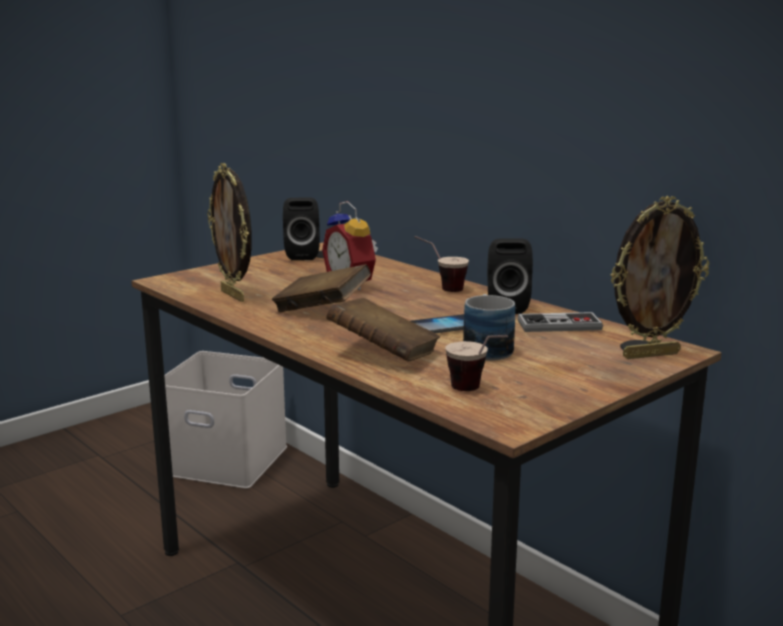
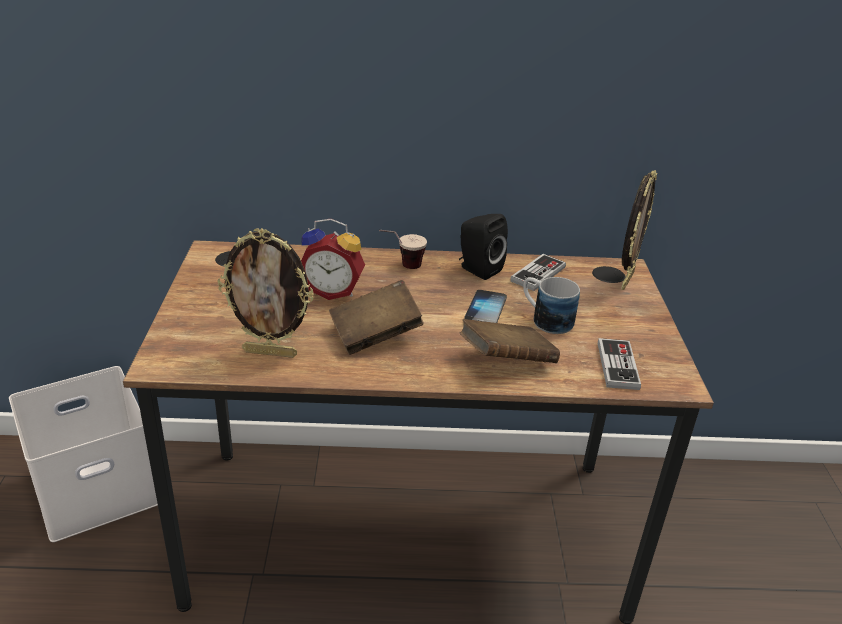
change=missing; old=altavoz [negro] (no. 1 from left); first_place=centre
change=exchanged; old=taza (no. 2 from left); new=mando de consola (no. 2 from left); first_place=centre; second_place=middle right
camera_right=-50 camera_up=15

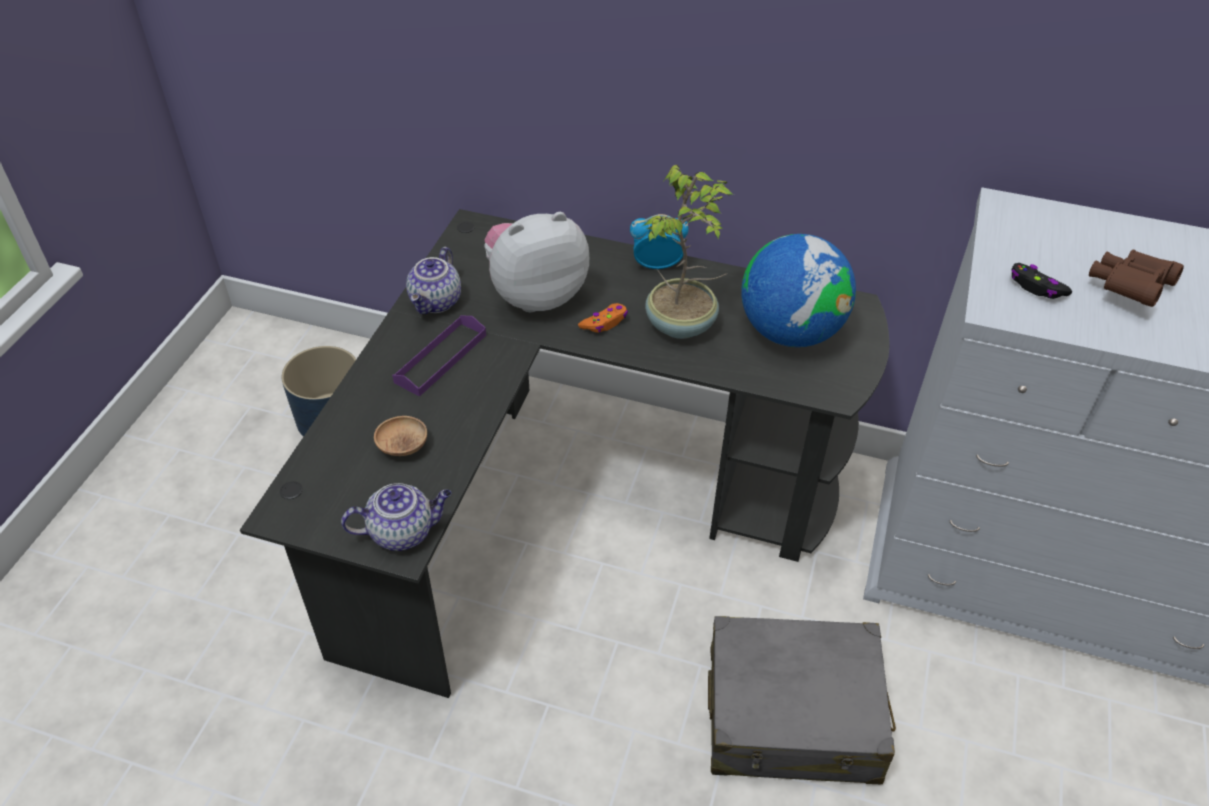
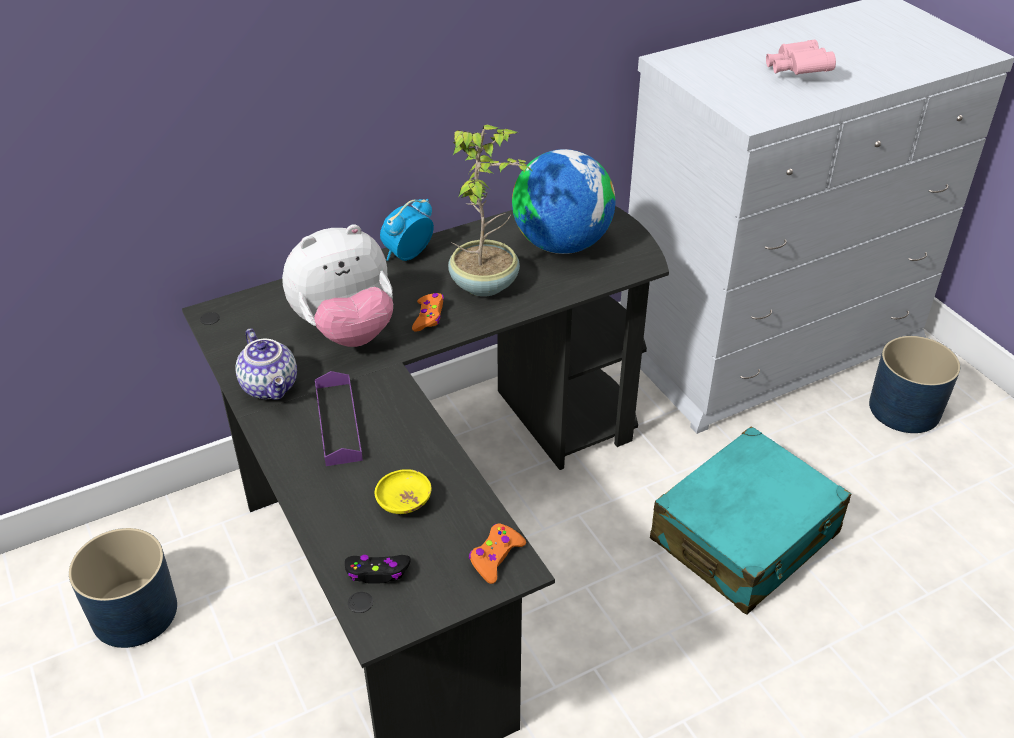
change=spun; old=peluche; first_place=top centre; second_place=middle left; degrees=-135
change=colour; old=prismáticos [marrón]; new=prismáticos [rosa]; first_place=middle right; second_place=top right
change=relocated; old=mando de consola [negro]; first_place=middle right; second_place=bottom centre
change=colour; old=cuenco [marrón]; new=cuenco [amarillo]; first_place=middle left; second_place=centre
change=exchanged; old=tetera (no. 1 from left); new=mando de consola [naranja] (no. 2 from left); first_place=middle left; second_place=bottom centre
change=colour; old=maleta [gris]; new=maleta [turquesa]; first_place=bottom centre; second_place=bottom right
change=appeared; new=maceta [azul] (no. 2 from left); second_place=middle right
camera_right=-45 camera_up=-5

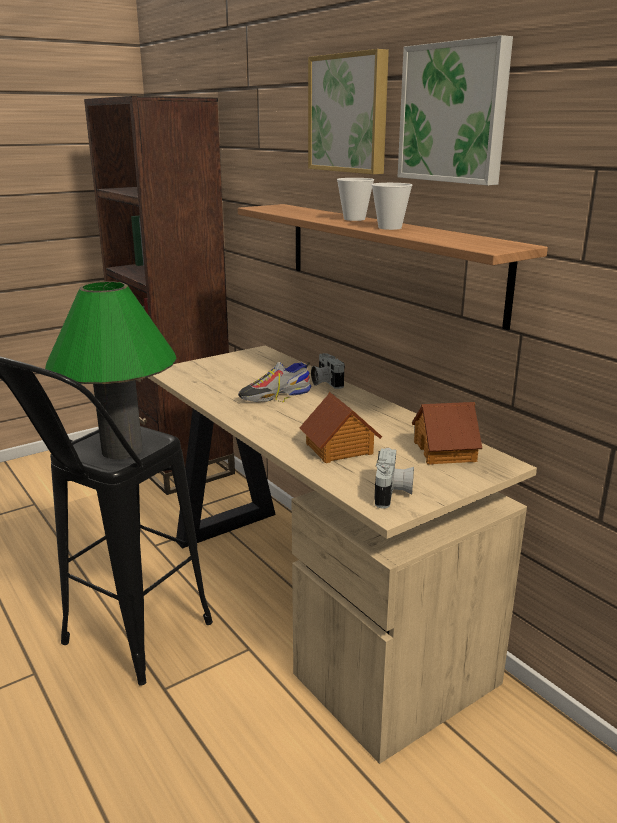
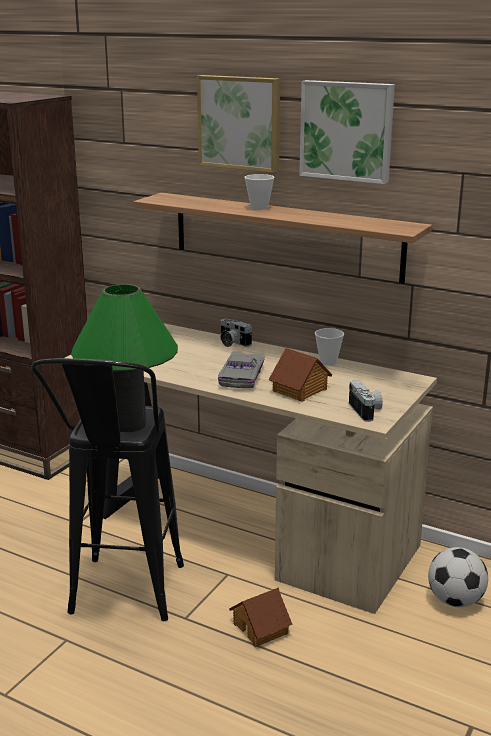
change=relocated; old=taza (no. 2 from left); first_place=top centre; second_place=middle right
change=missing; old=zapato; first_place=centre
change=relocated; old=casita (no. 2 from left in the first image); new=casita (no. 1 from left); first_place=middle right; second_place=bottom centre
change=appeared; new=coche de juguete [gris]; second_place=centre
change=appeared; new=balón de fútbol; second_place=bottom right
camera_right=-25 camera_up=0

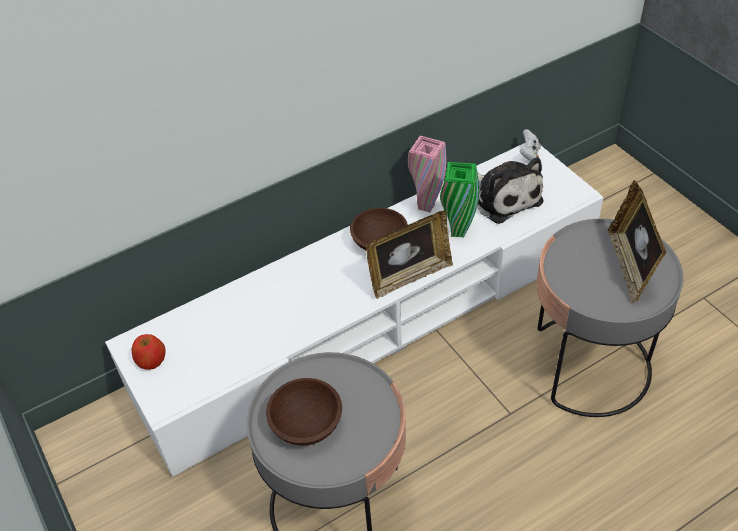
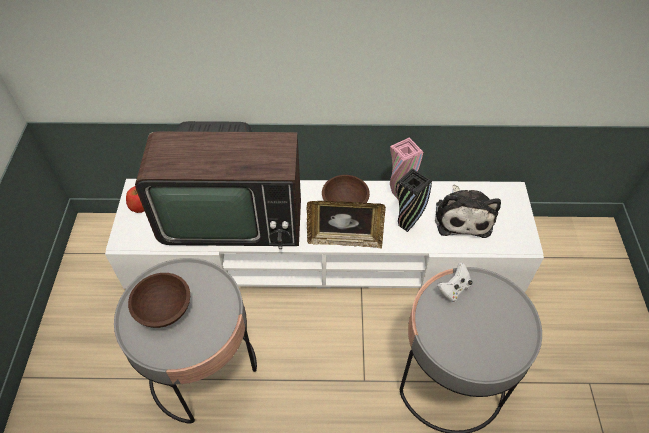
change=relocated; old=mando de consola [blanco]; first_place=top right; second_place=middle right
change=colour; old=florero [verde]; new=florero [negro]; first_place=centre; second_place=centre
change=missing; old=portarretratos (no. 2 from left); first_place=middle right
change=appeared; new=televisor; second_place=centre
camera_right=30 camera_up=5

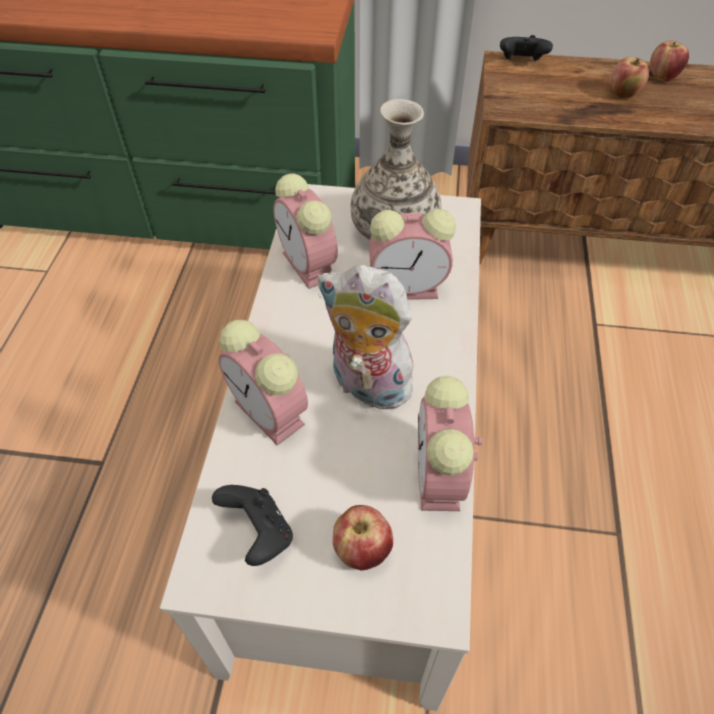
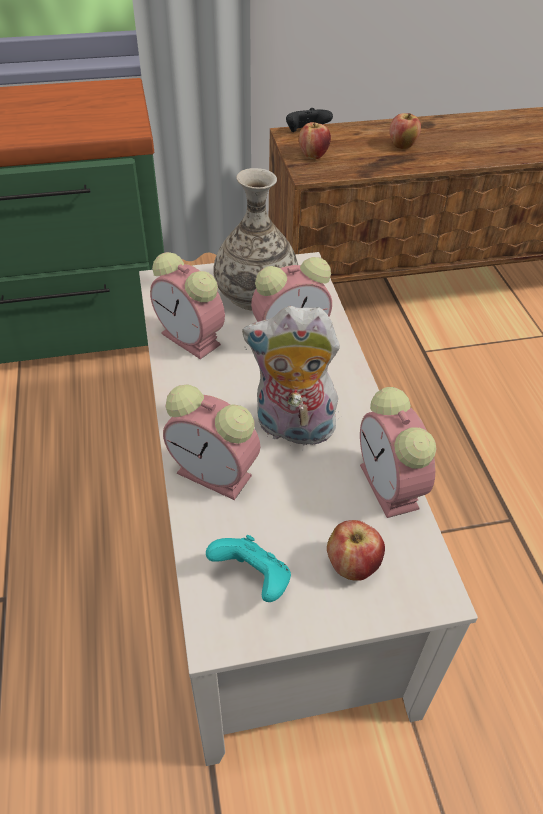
change=relocated; old=manzana (no. 3 from left in the first image); new=manzana (no. 1 from left); first_place=top right; second_place=top centre
change=colour; old=mando de consola [negro] (no. 1 from left); new=mando de consola [turquesa]; first_place=bottom centre; second_place=bottom centre
camera_right=-20 camera_up=-5

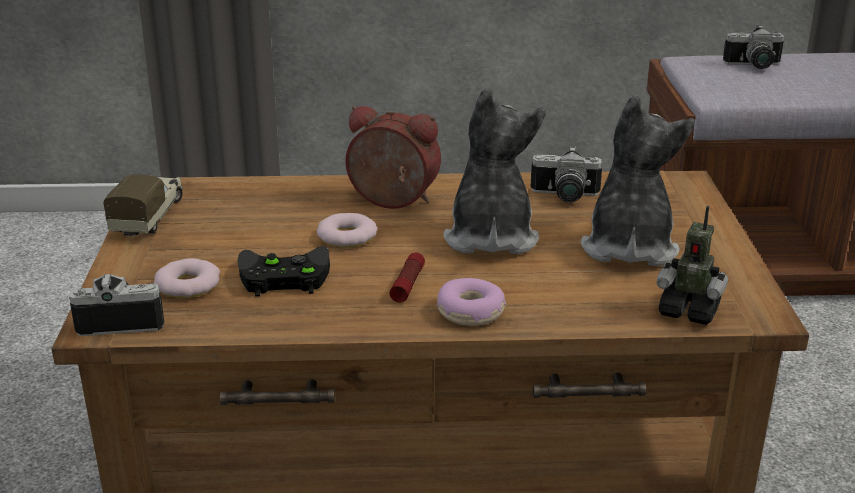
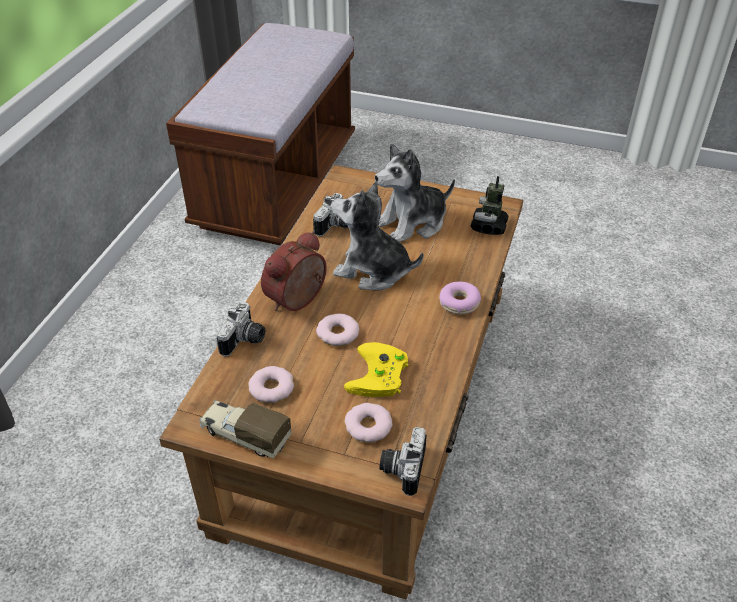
change=relocated; old=cámara (no. 3 from left in the first image); new=cámara (no. 1 from left); first_place=top right; second_place=middle left
change=spun; old=peluche (no. 2 from left); first_place=middle right; second_place=top centre; degrees=-60
change=spun; old=robot de juguete; first_place=middle right; second_place=centre; degrees=150
change=colour; old=mando de consola [negro]; new=mando de consola [amarillo]; first_place=middle left; second_place=centre
change=missing; old=linterna; first_place=centre
change=appeared; new=rosquilla (no. 1 from left); second_place=centre
camera_right=-70 camera_up=15

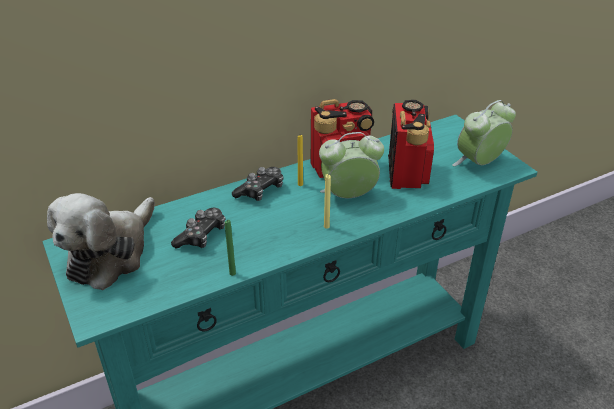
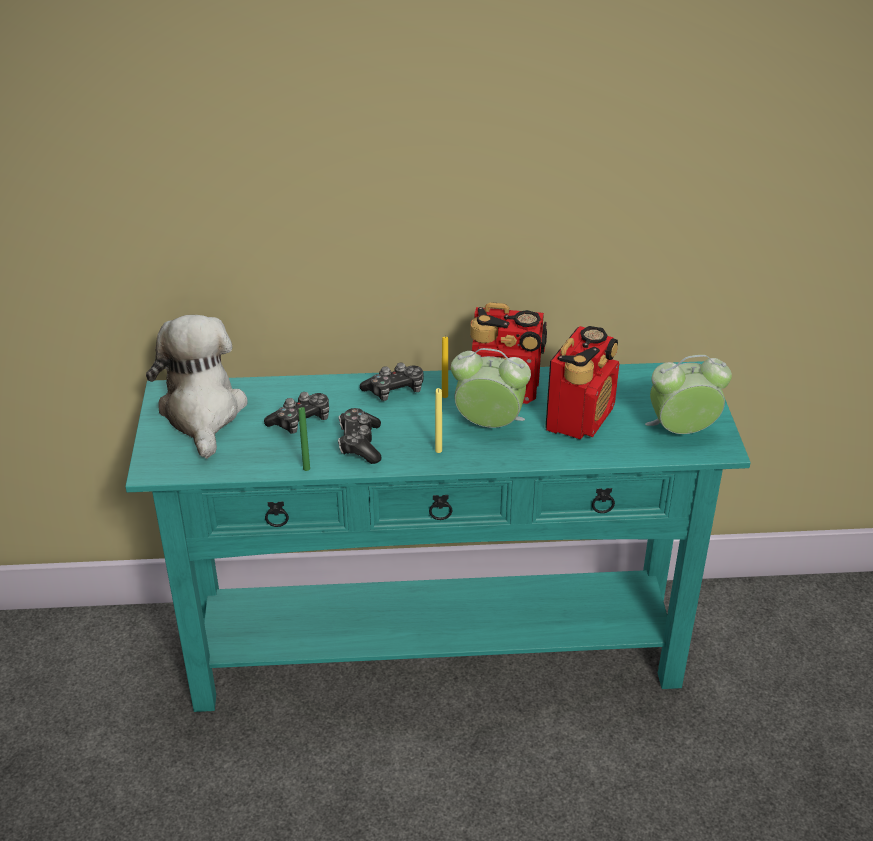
change=spun; old=peluche; first_place=middle left; second_place=middle left; degrees=120
change=appeared; new=mando de consola (no. 2 from left); second_place=centre
camera_right=25 camera_up=0

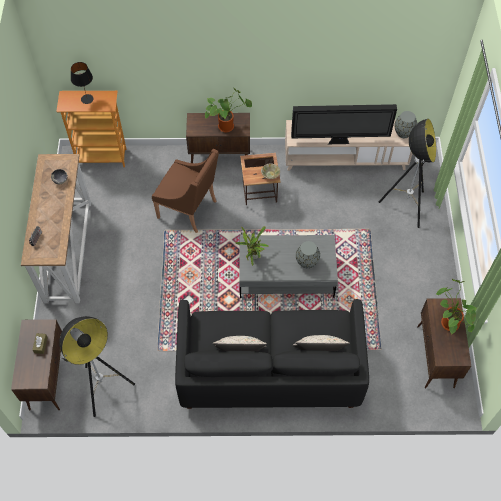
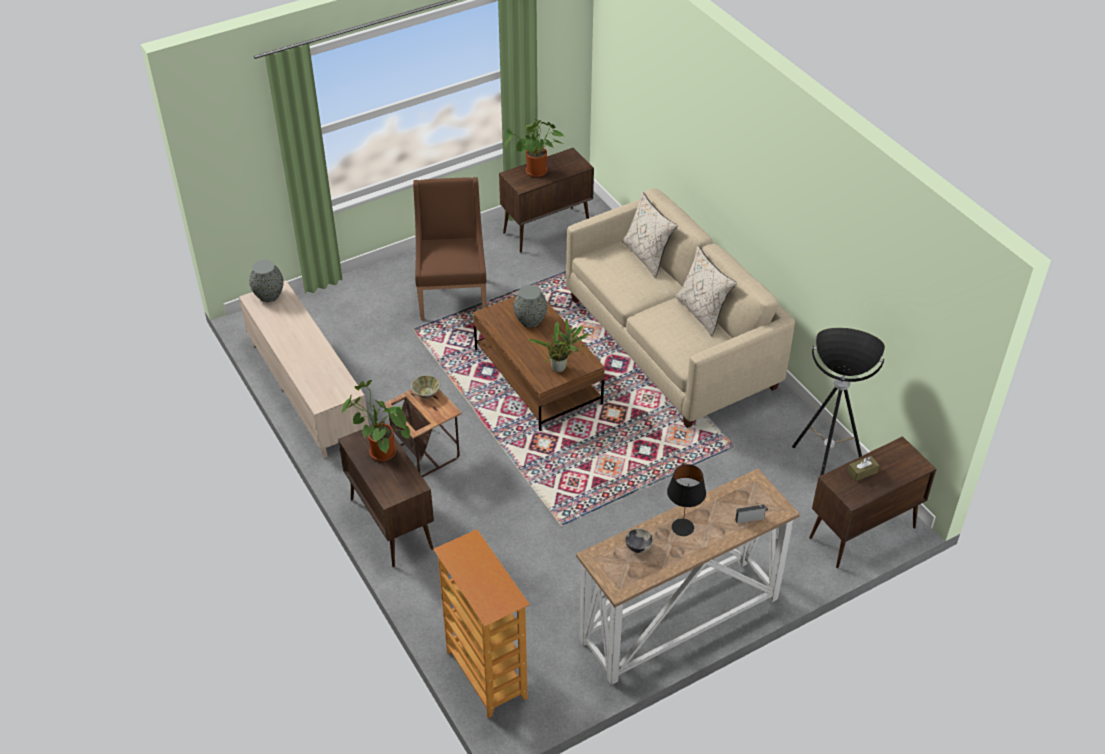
change=relocated; old=lámpara de mesa [negro]; first_place=top left; second_place=centre
change=missing; old=televisor; first_place=top right
change=missing; old=lámpara de pie (no. 2 from left); first_place=middle right
change=relocated; old=sillón [marrón]; first_place=centre; second_place=top centre
change=colour; old=mesa de centro [gris]; new=mesa de centro [marrón]; first_place=centre; second_place=centre
change=colour; old=sofá [negro]; new=sofá [beis]; first_place=bottom centre; second_place=centre
camera_right=-120 camera_up=-15

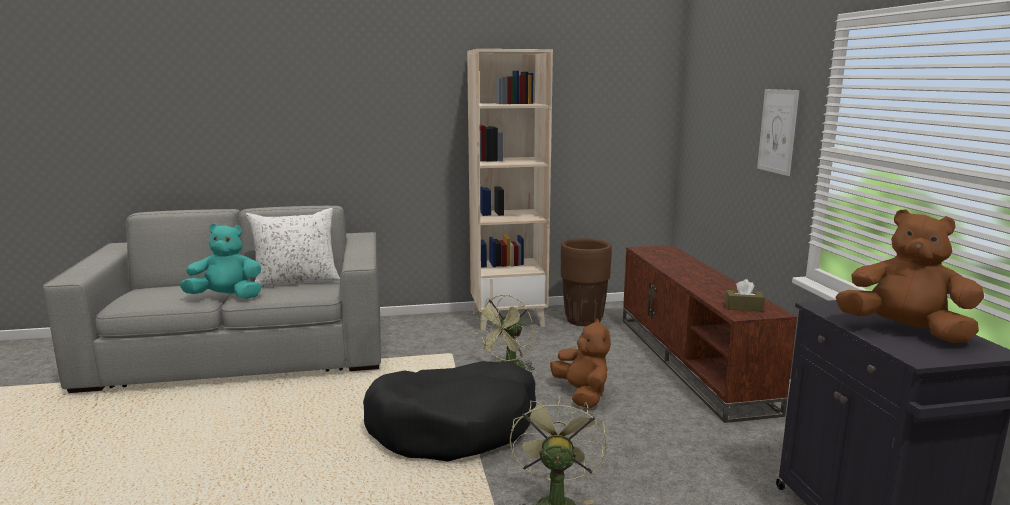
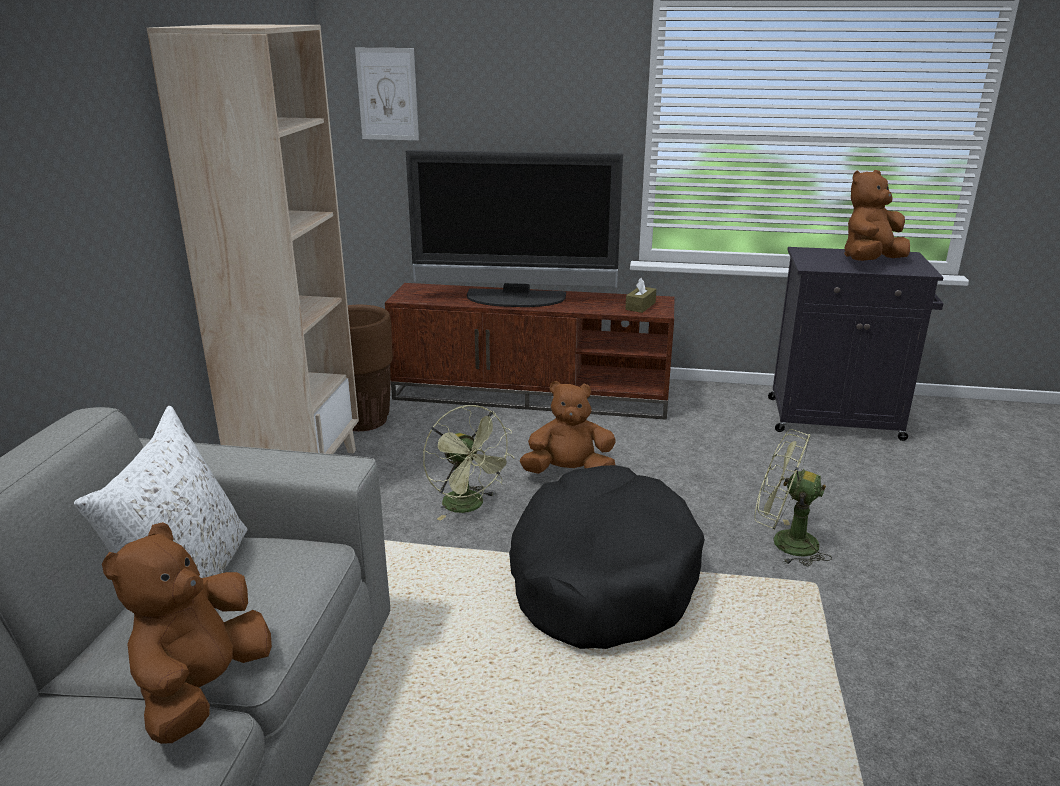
change=relocated; old=cuadro; first_place=top right; second_place=top centre
change=colour; old=peluche [turquesa]; new=peluche [marrón] (no. 1 from left); first_place=middle left; second_place=bottom left
change=appeared; new=televisor; second_place=top centre
camera_right=-70 camera_up=10

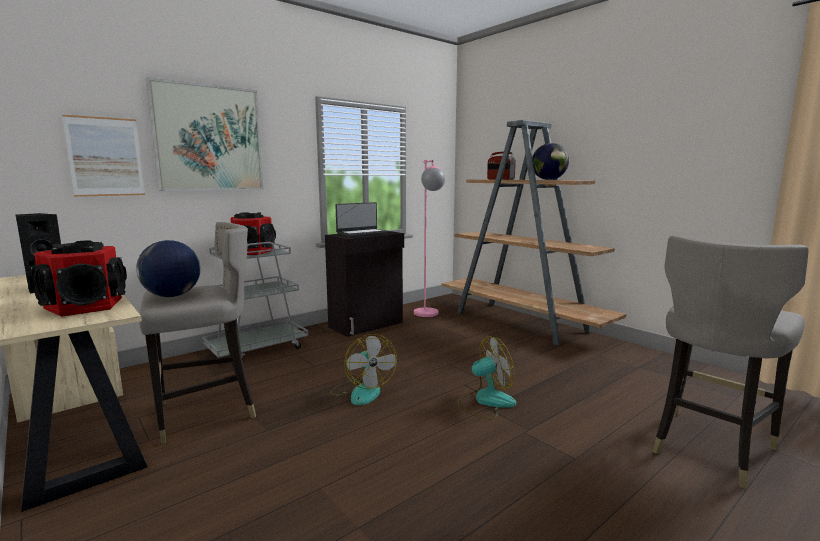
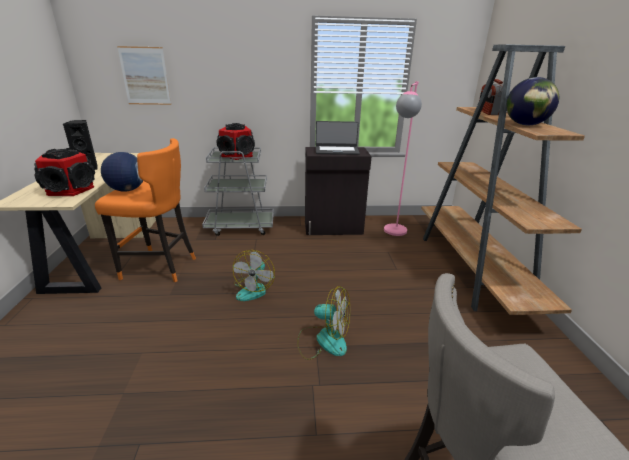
change=missing; old=cuadro (no. 2 from left); first_place=top left
change=colour; old=taburete [gris] (no. 1 from left); new=taburete [naranja]; first_place=middle left; second_place=middle left
camera_right=35 camera_up=15

